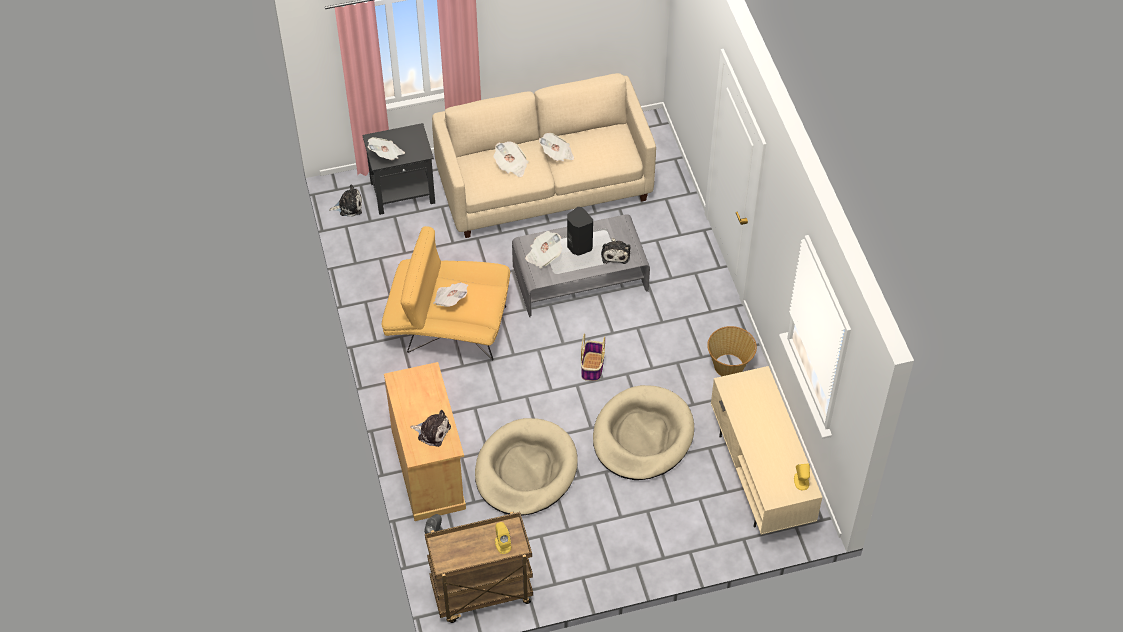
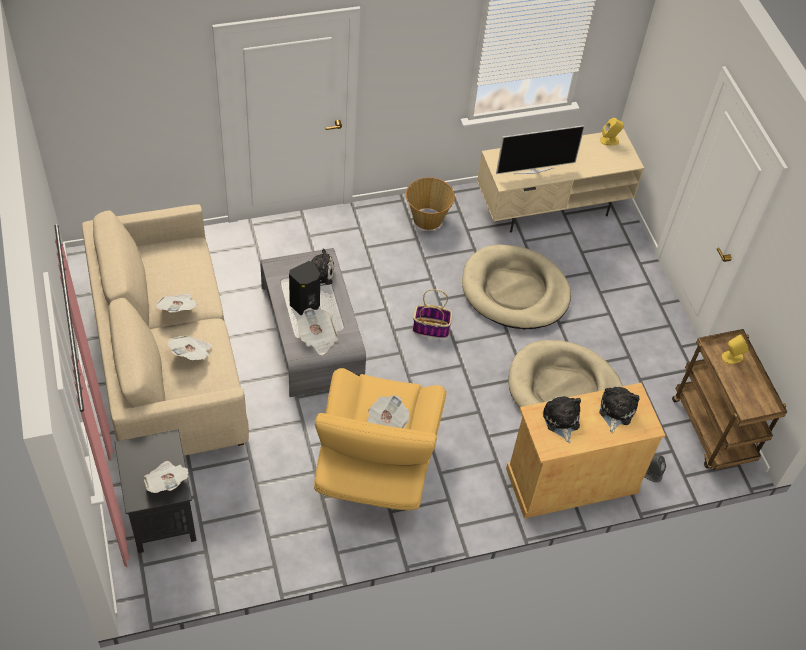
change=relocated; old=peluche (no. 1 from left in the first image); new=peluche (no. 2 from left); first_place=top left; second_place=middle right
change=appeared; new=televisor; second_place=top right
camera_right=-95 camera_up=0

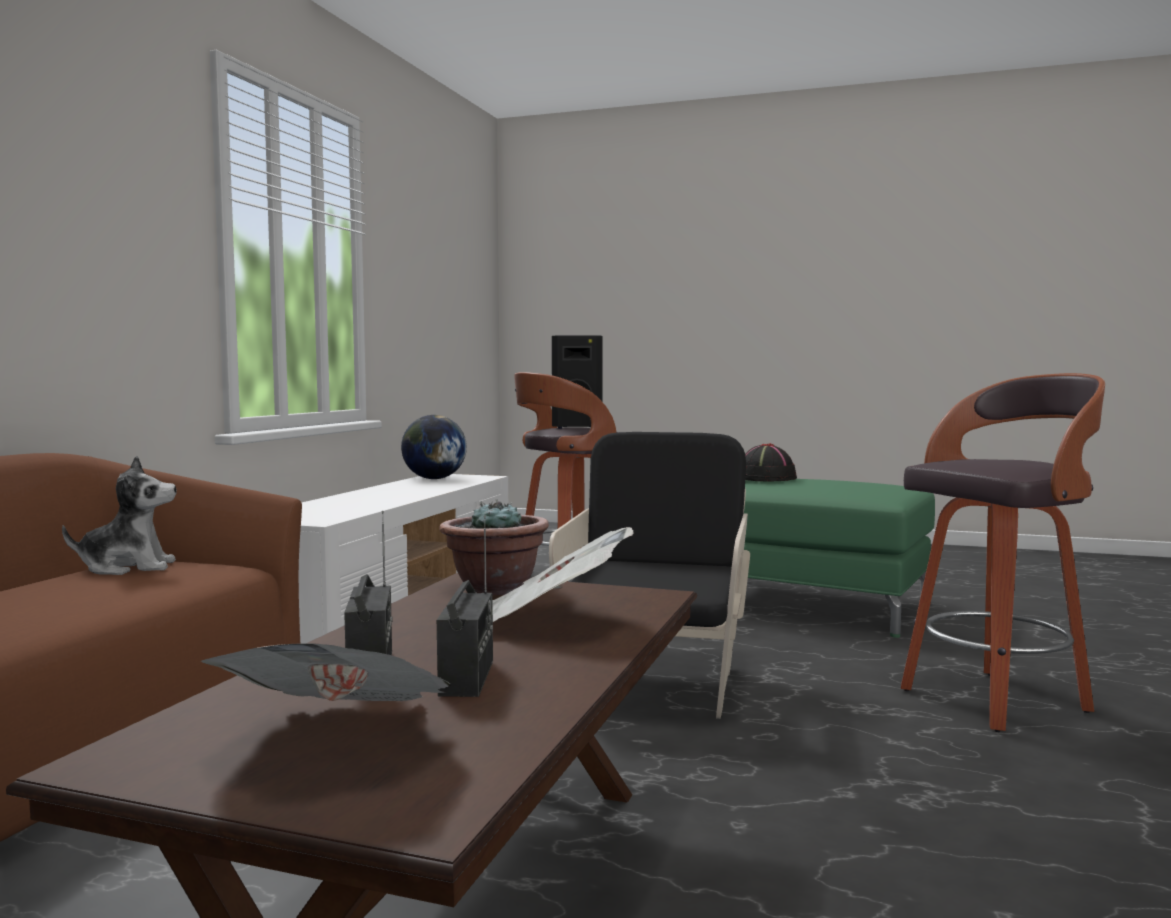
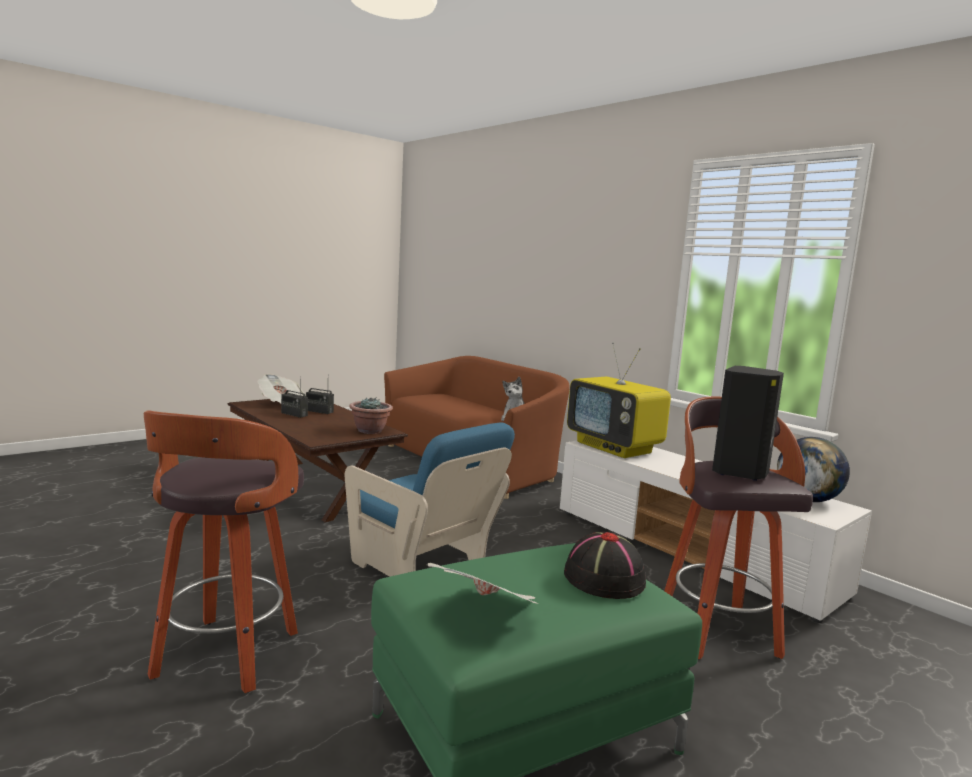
change=colour; old=sillón [negro]; new=sillón [azul]; first_place=centre; second_place=centre
change=relocated; old=periódico (no. 2 from left); first_place=centre; second_place=bottom centre
change=appeared; new=televisor; second_place=centre
camera_right=120 camera_up=5

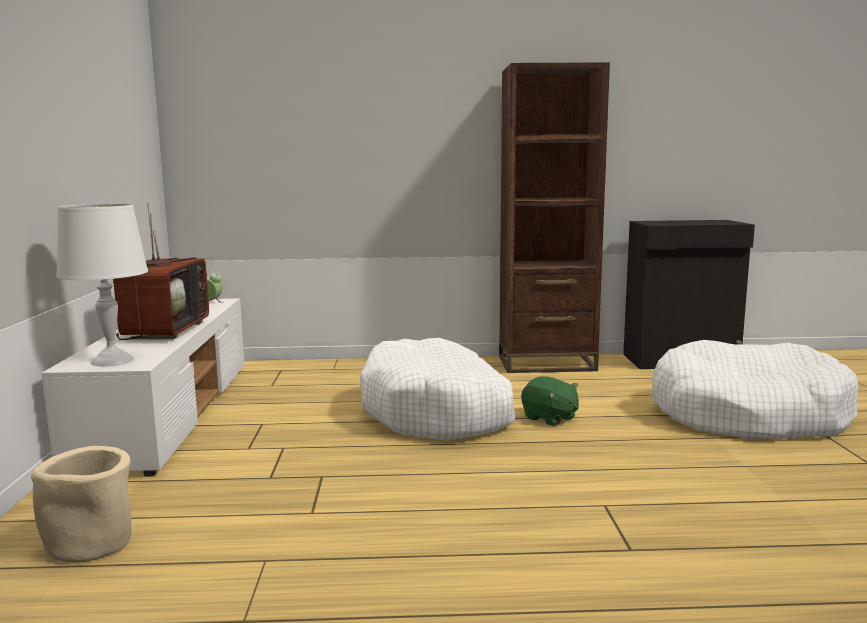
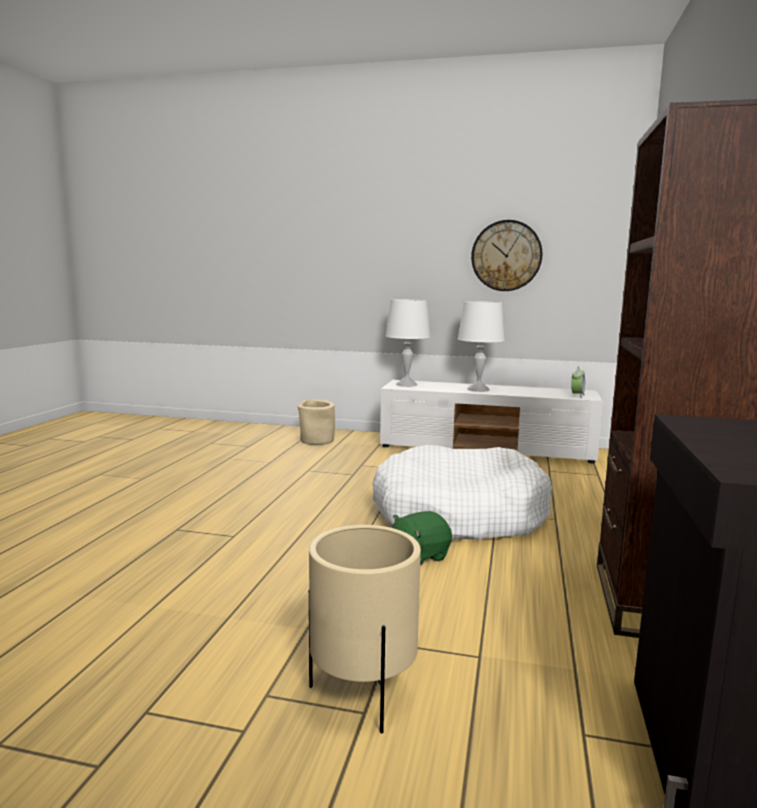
change=exchanged; old=televisor; new=lámpara de mesa [blanco] (no. 2 from left); first_place=middle left; second_place=centre
change=exchanged; old=cama para perro [blanco] (no. 2 from left); new=maceta [beis] (no. 2 from left); first_place=middle right; second_place=bottom centre
change=appeared; new=reloj de pared; second_place=top right
camera_right=105 camera_up=0

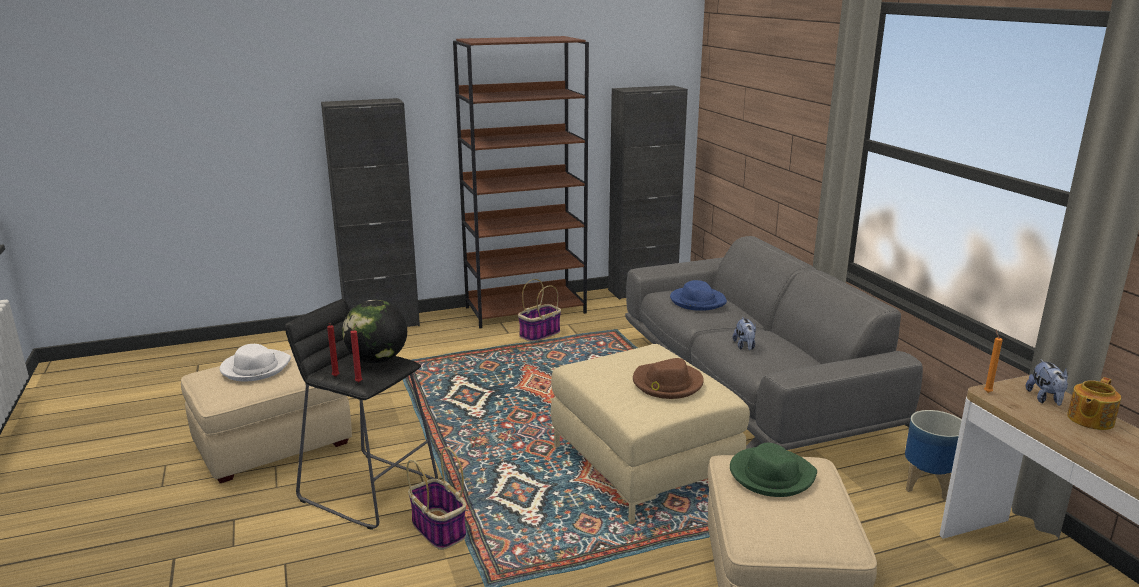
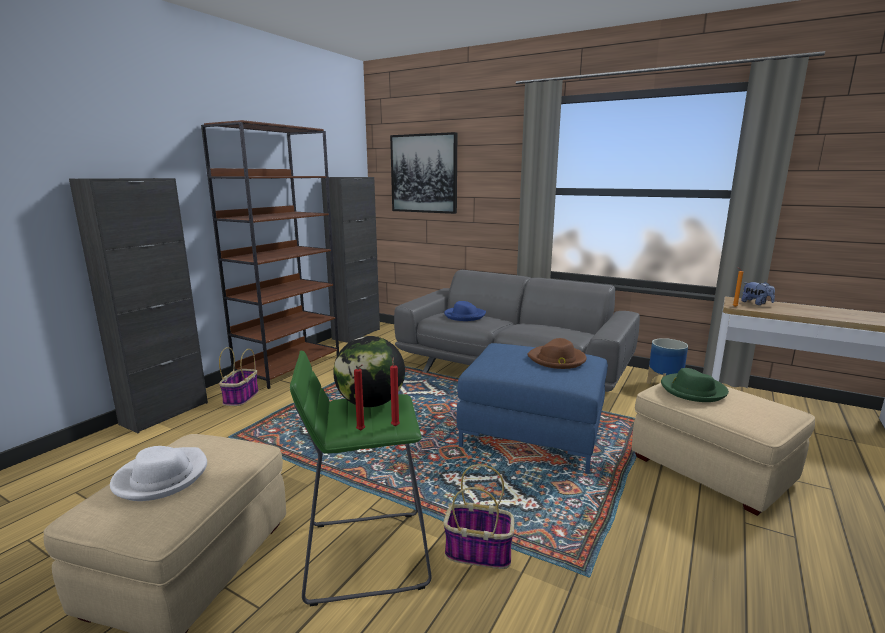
change=relocated; old=cesta (no. 2 from left in the first image); new=cesta (no. 1 from left); first_place=centre; second_place=middle left
change=colour; old=taburete [negro]; new=taburete [verde]; first_place=bottom left; second_place=bottom centre
change=missing; old=peluche (no. 1 from left); first_place=centre
change=colour; old=puf [beis] (no. 2 from left); new=puf [azul]; first_place=bottom centre; second_place=centre
change=missing; old=tetera; first_place=bottom right
change=appeared; new=cuadro; second_place=top centre
camera_right=-40 camera_up=-5

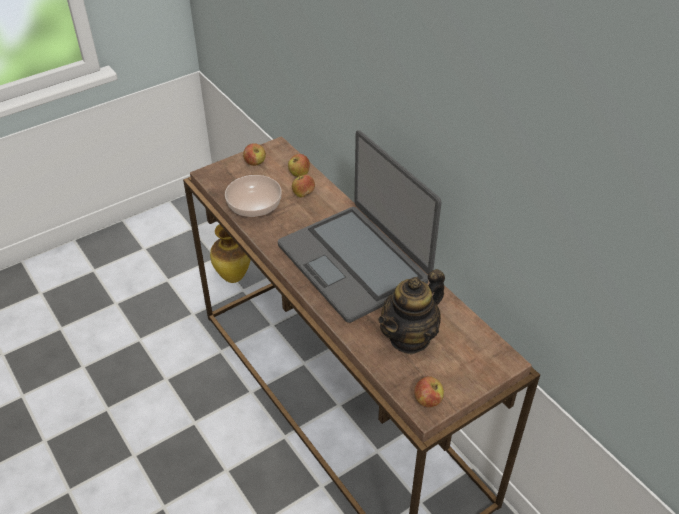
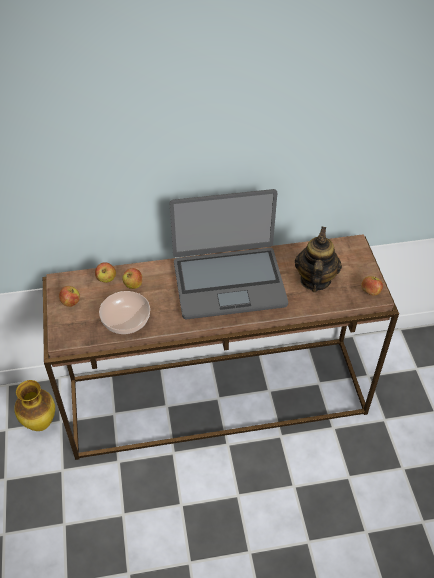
change=spun; old=tetera; first_place=centre; second_place=middle right; degrees=-150
camera_right=-65 camera_up=5

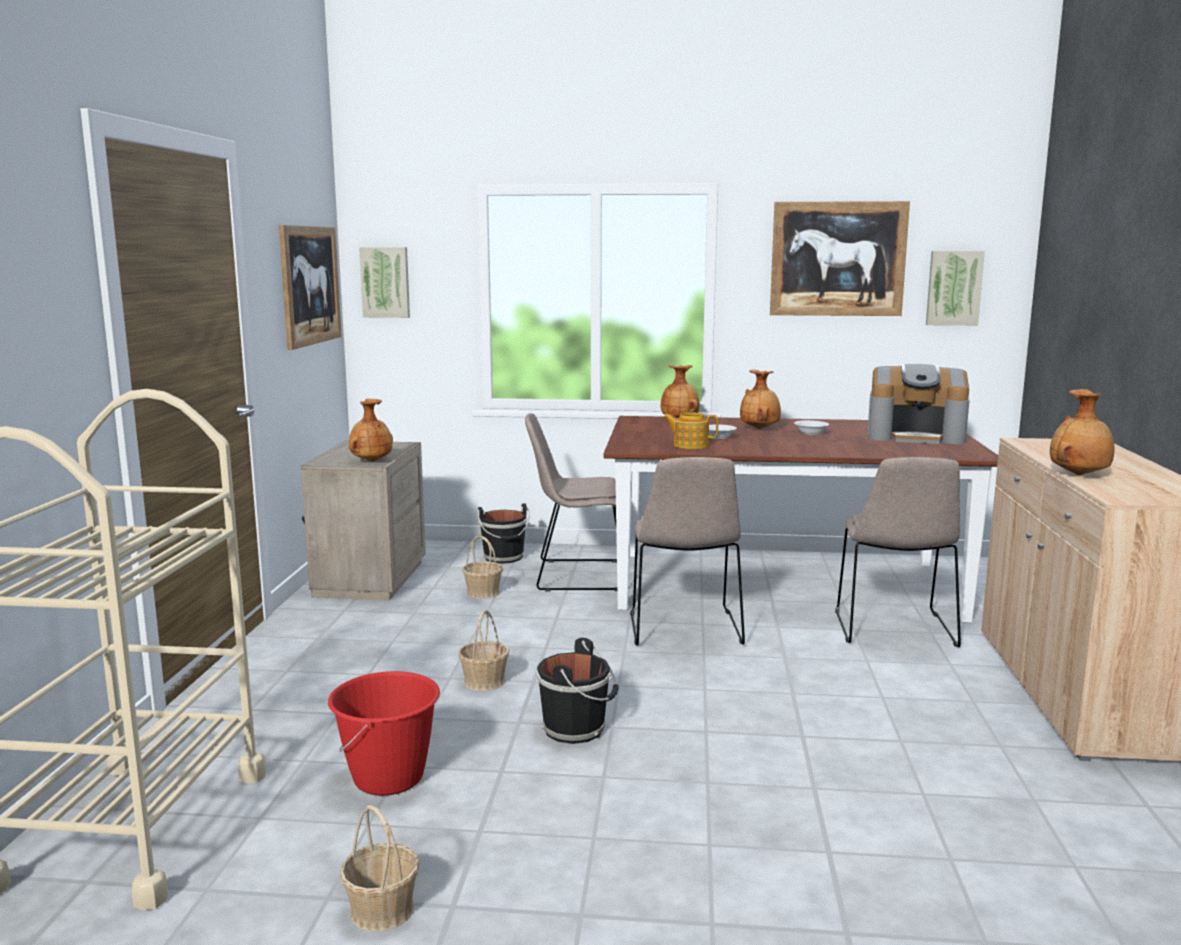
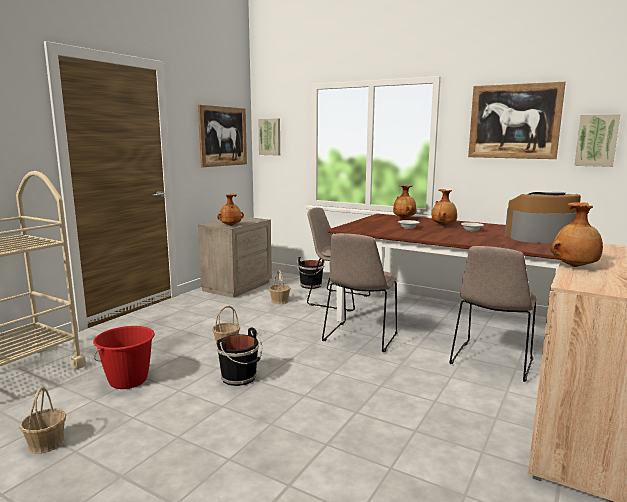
change=spun; old=cafetera; first_place=middle right; second_place=middle right; degrees=135
change=missing; old=tetera; first_place=centre
camera_right=25 camera_up=0

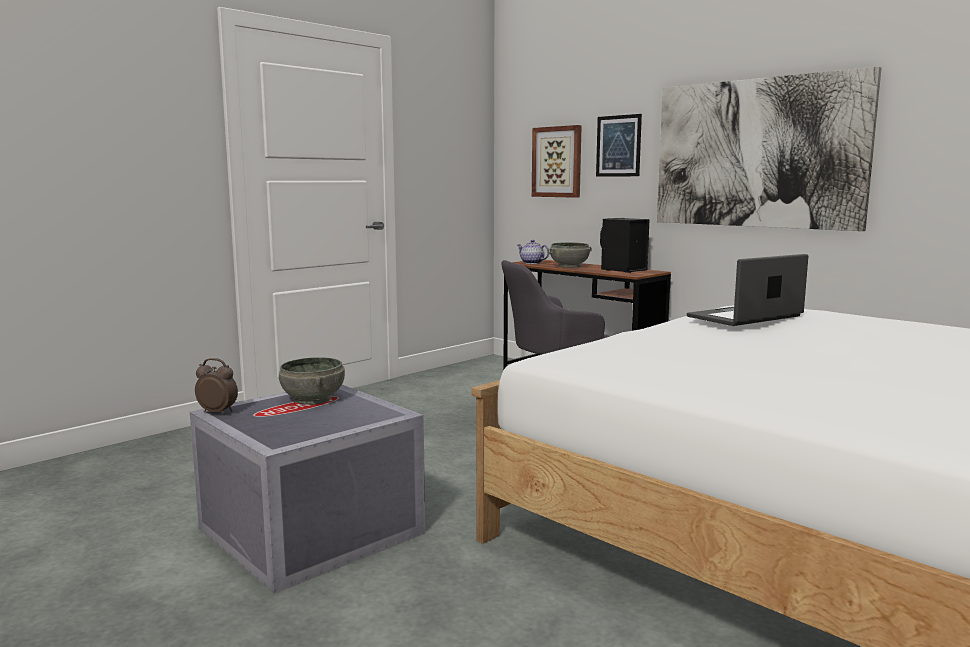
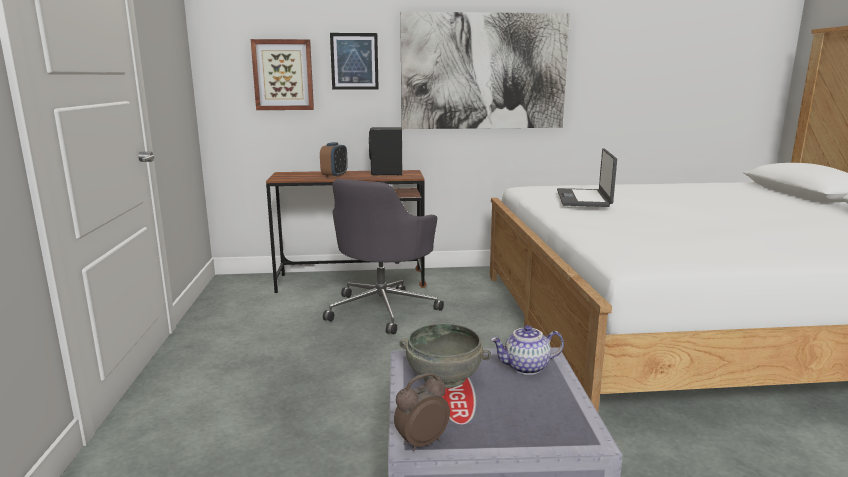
change=relocated; old=tetera; first_place=centre; second_place=bottom centre
change=exchanged; old=cuenco [gris] (no. 2 from left); new=despertador (no. 1 from left); first_place=centre; second_place=centre
camera_right=-50 camera_up=5

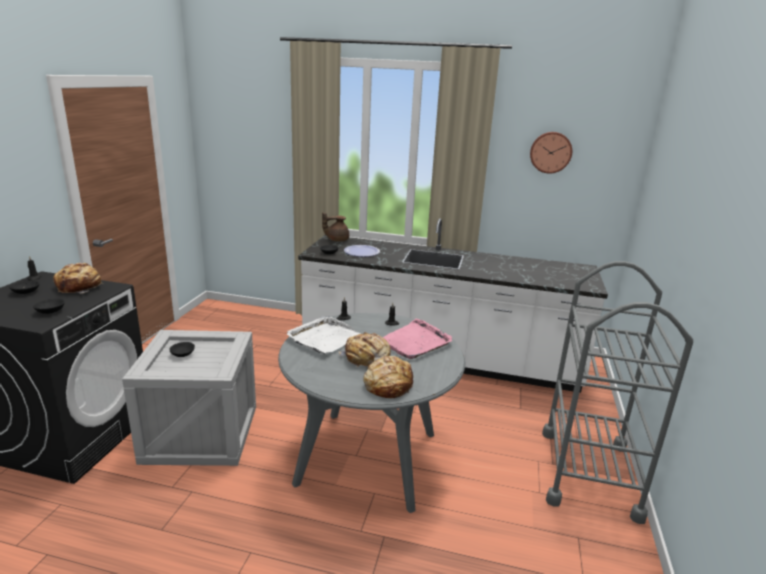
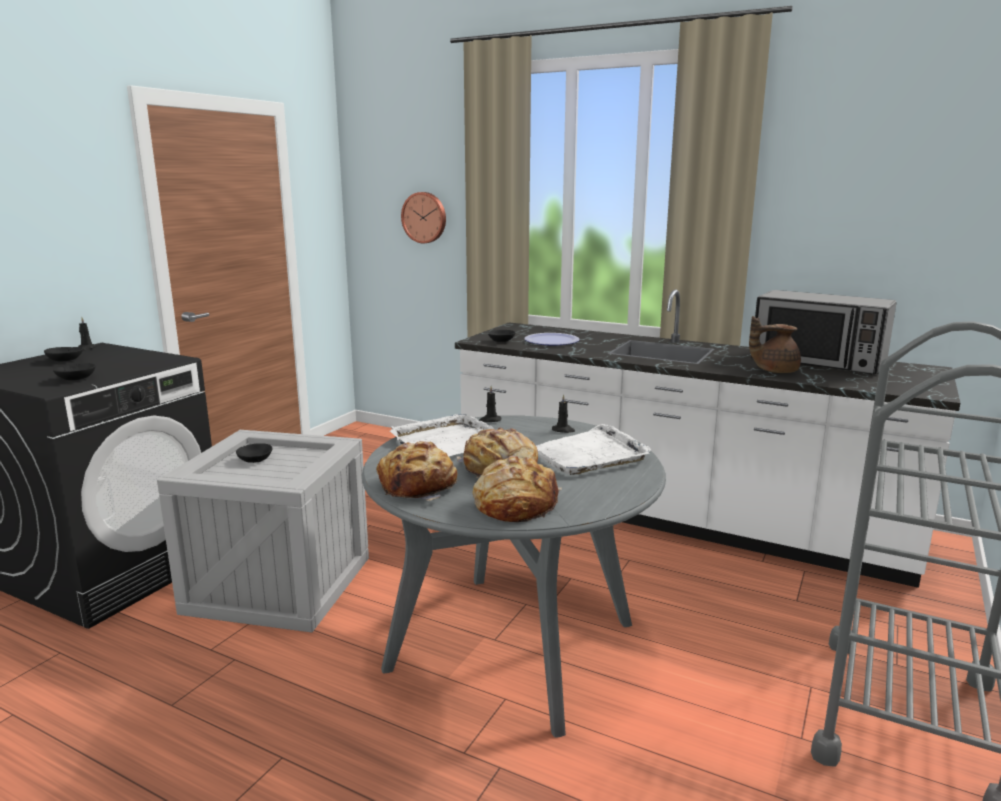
change=relocated; old=reloj de pared; first_place=top right; second_place=top centre
change=relocated; old=tetera [marrón]; first_place=centre; second_place=middle right
change=relocated; old=pan (no. 1 from left); first_place=middle left; second_place=centre
change=colour; old=bandeja [rosa]; new=bandeja [blanco] (no. 2 from left); first_place=centre; second_place=centre
change=appeared; new=microondas; second_place=middle right
camera_right=15 camera_up=-5

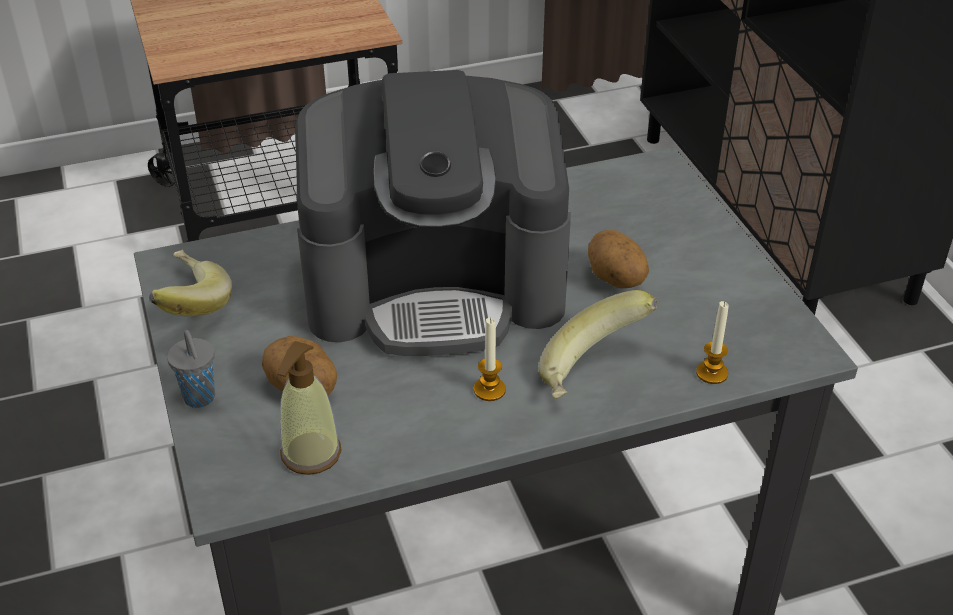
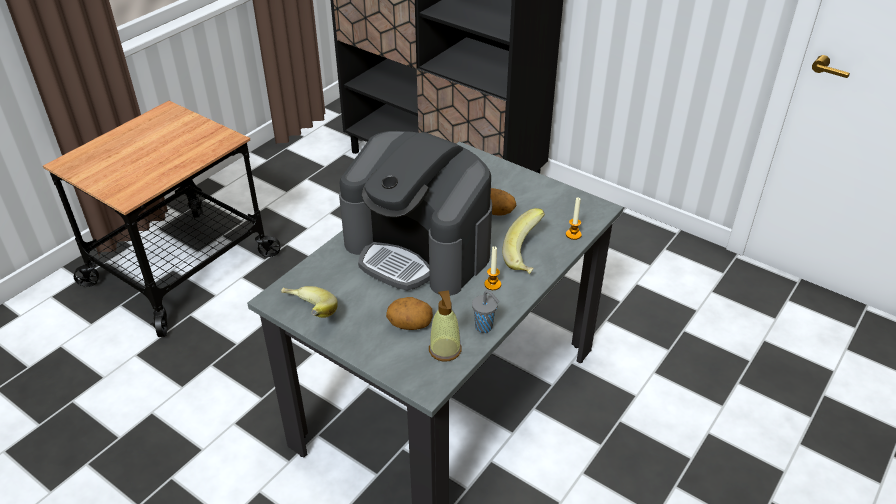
change=spun; old=cafetera; first_place=centre; second_place=centre; degrees=75
change=relocated; old=taza [gris]; first_place=middle left; second_place=centre
camera_right=-35 camera_up=0

